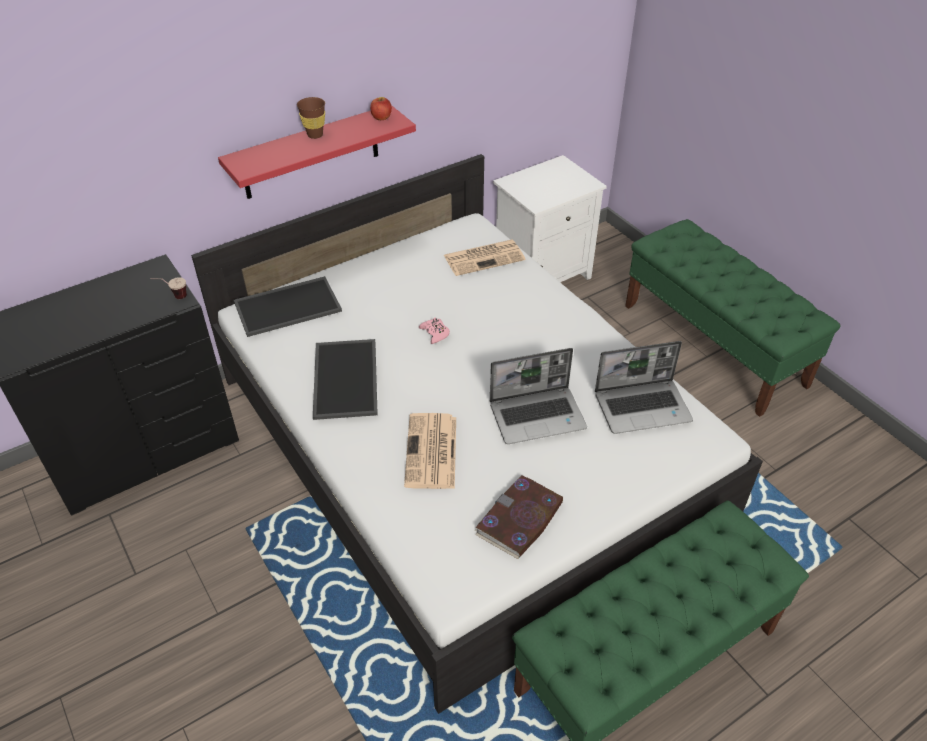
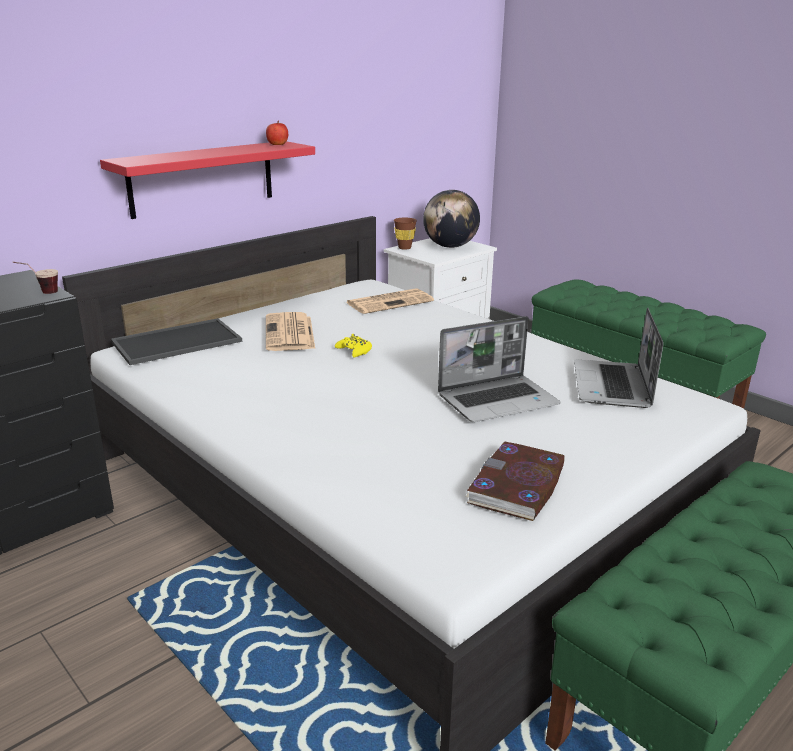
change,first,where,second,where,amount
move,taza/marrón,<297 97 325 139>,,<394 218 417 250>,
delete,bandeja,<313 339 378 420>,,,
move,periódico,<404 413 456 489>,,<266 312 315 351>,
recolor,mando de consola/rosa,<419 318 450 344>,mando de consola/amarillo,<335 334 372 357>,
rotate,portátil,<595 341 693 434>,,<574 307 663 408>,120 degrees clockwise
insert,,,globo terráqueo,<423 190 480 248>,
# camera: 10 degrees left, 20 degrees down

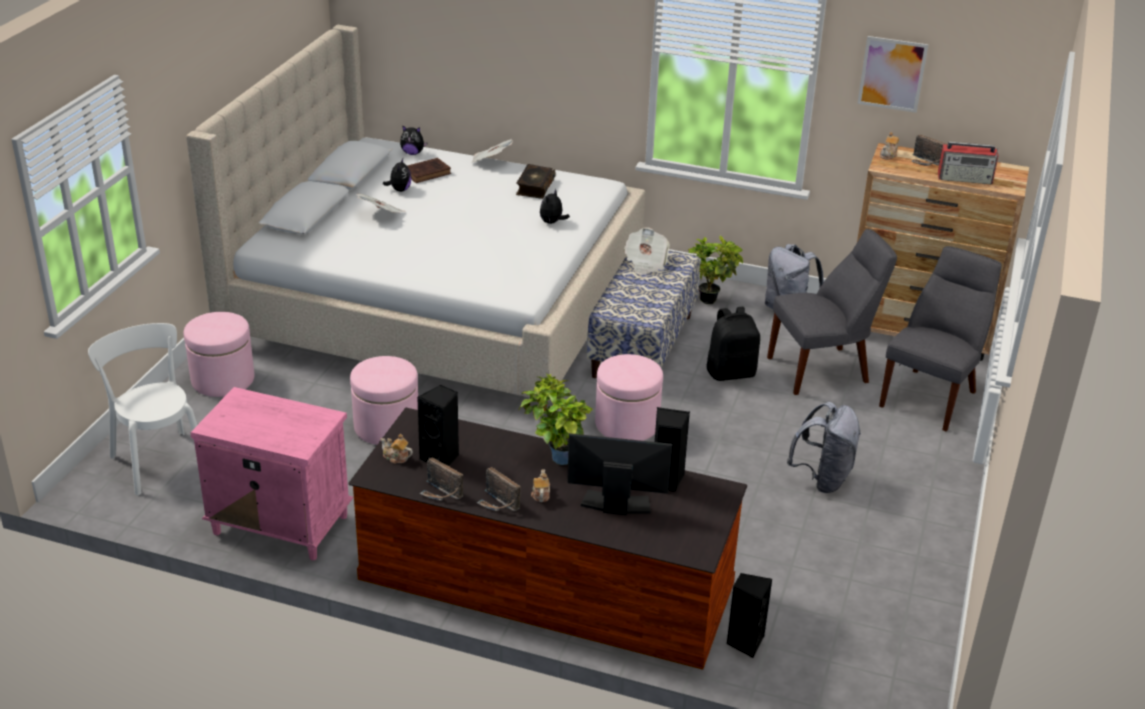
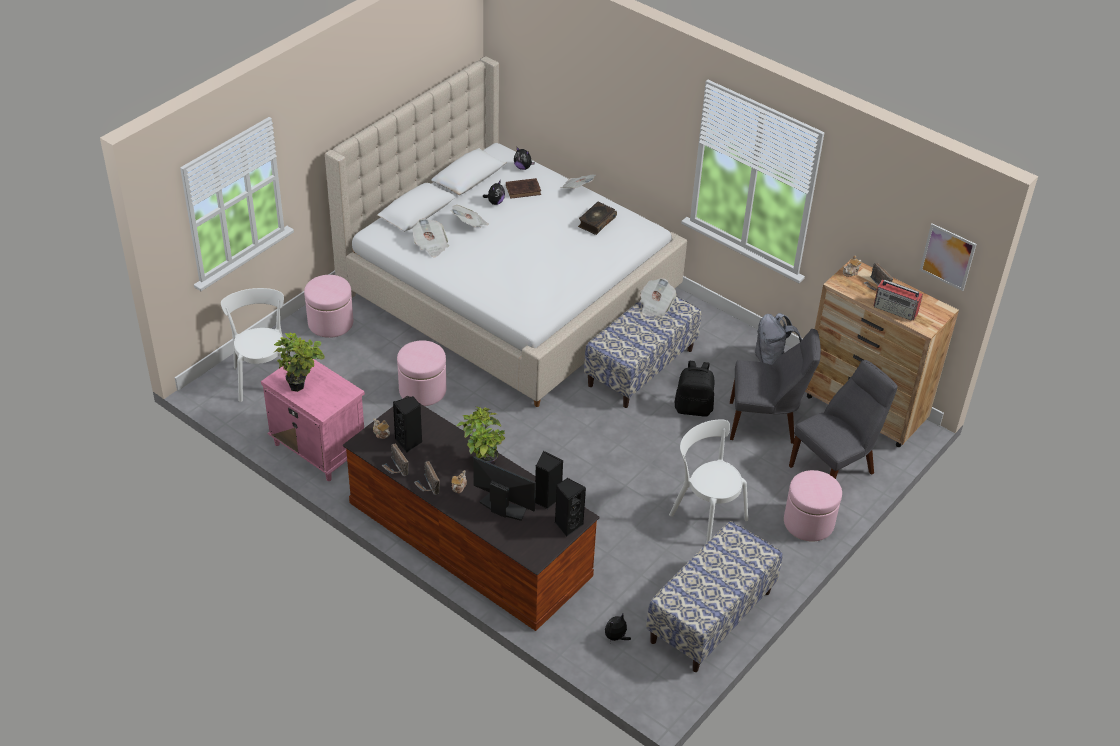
change,first,where,second,where,amount
move,peluche,<540 189 570 224>,,<605 614 631 641>,
move,puf/rosa,<595 354 663 441>,,<784 470 842 541>,
move,planta en maceta,<688 236 743 304>,,<274 333 325 392>,
move,altavoz/negro,<726 573 772 658>,,<555 478 586 537>,
replace,mochila/gris,<787 402 861 493>,silla/blanco,<669 420 748 543>,
move,cuadro,<857 36 928 113>,,<920 224 977 291>,
insert,,,periódico,<412 218 449 257>,
insert,,,banco,<646 521 783 672>,
# camera: 20 degrees right, 10 degrees up

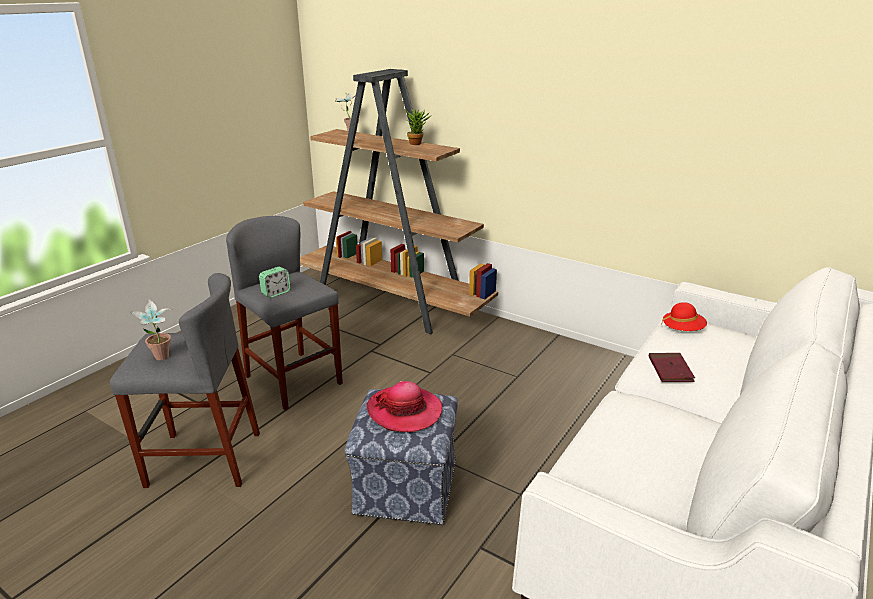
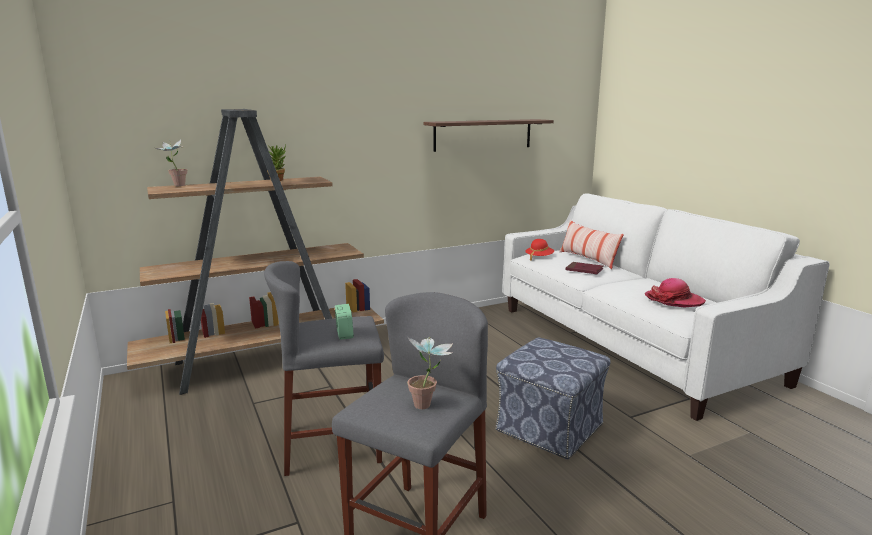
change,first,where,second,where,amount
move,sombrero,<367 381 442 432>,,<645 278 706 308>,
insert,,,estante,<424 119 554 152>,
insert,,,cojín,<559 220 624 269>,
# camera: 60 degrees left, 10 degrees down

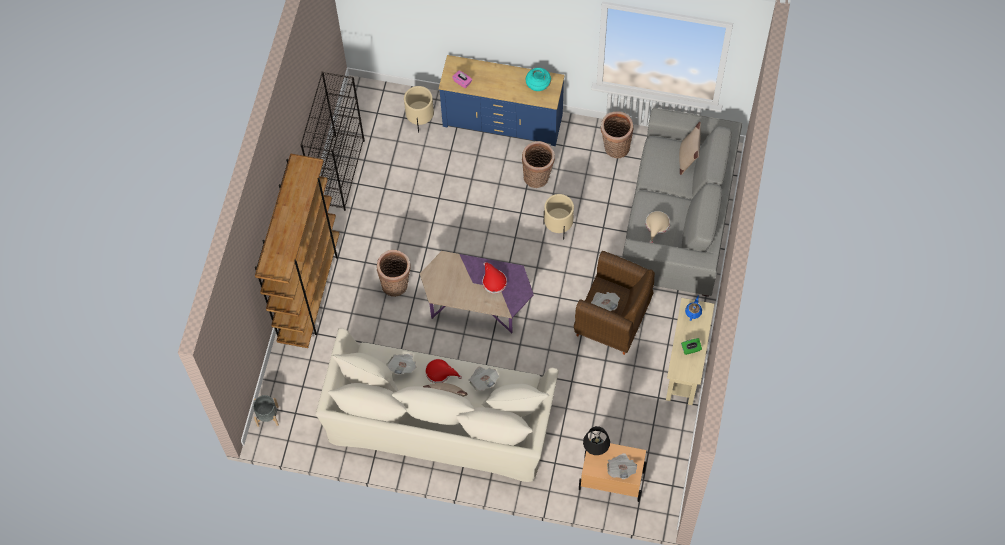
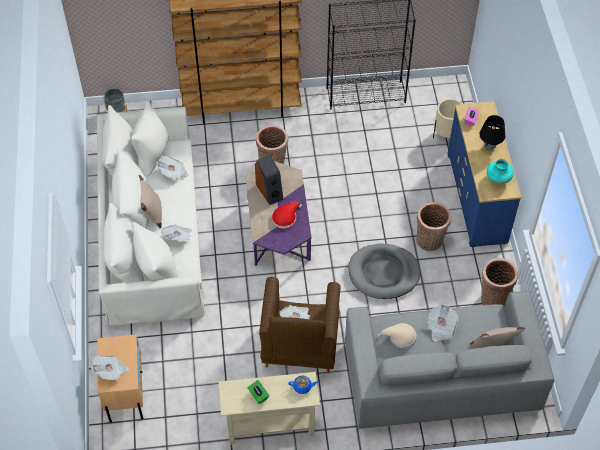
change,first,where,second,where,amount
delete,sombrero/rojo,<425 359 462 383>,,,
replace,maceta/beis,<544 194 574 240>,cama para perro/gris,<348 244 420 299>,
move,lámpara de mesa/negro,<583 426 610 455>,,<480 115 505 150>,
insert,,,altavoz,<255 155 284 205>,
insert,,,periódico,<427 304 459 341>,
# camera: 70 degrees right, 10 degrees down

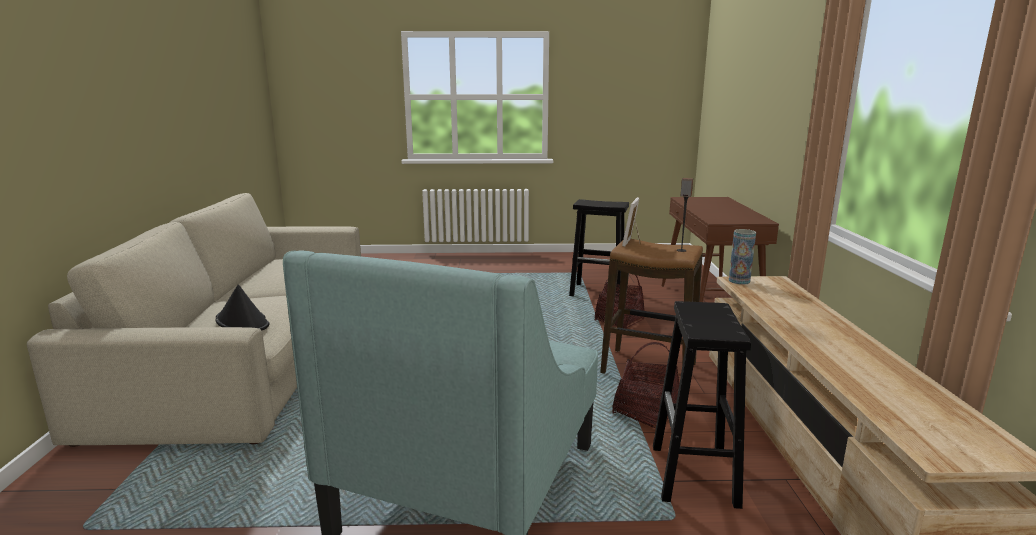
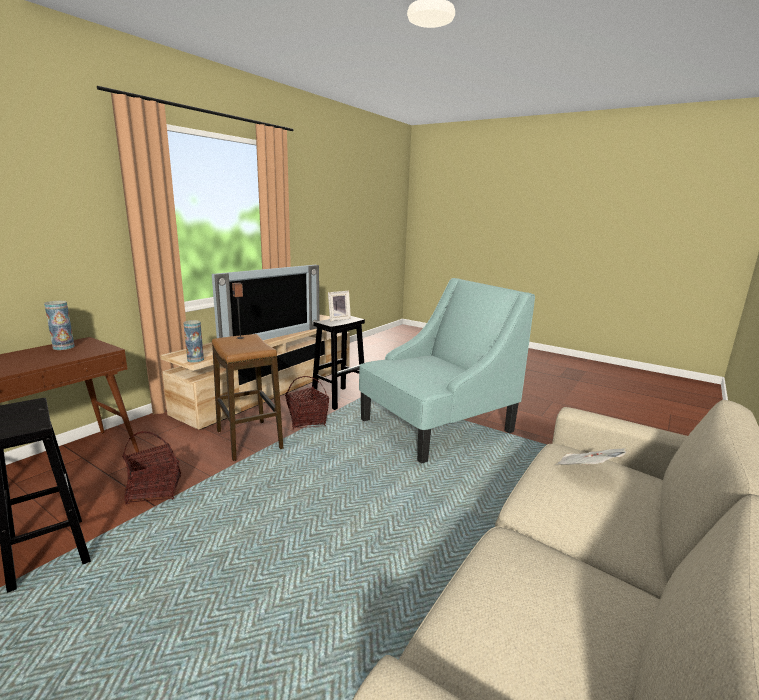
change,first,where,second,where,amount
replace,sombrero/negro,<215 284 270 331>,periódico,<555 448 626 465>,
move,portarretratos,<622 197 641 247>,,<328 291 351 321>,
insert,,,florero,<44 301 75 350>,
insert,,,televisor,<212 265 319 340>,
# camera: 145 degrees left, 0 degrees up

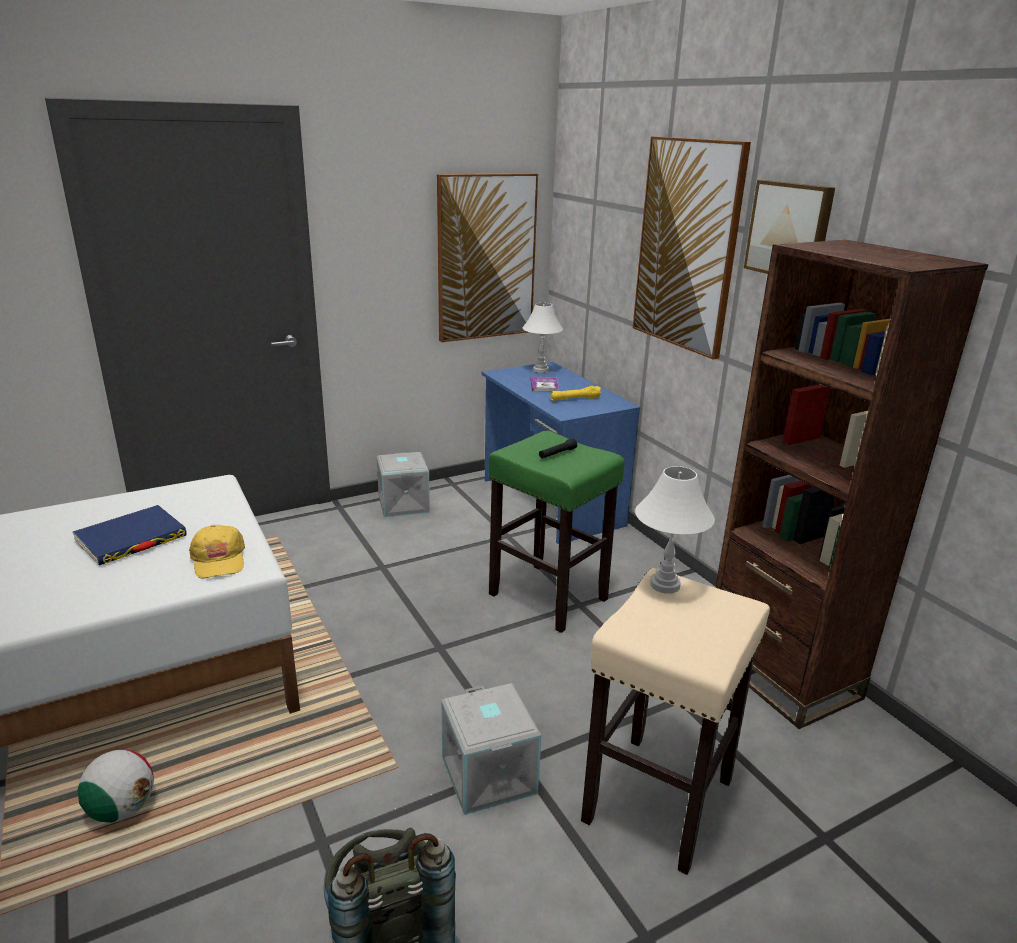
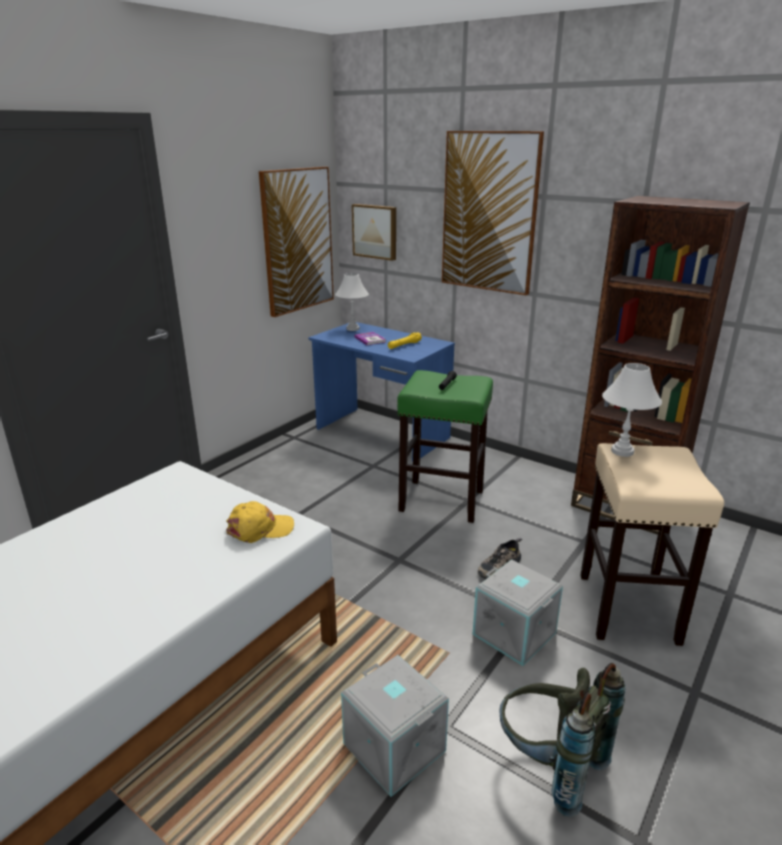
change,first,where,second,where,amount
delete,libro/azul,<73 505 187 566>,,,
delete,balón de fútbol,<78 750 154 823>,,,
rotate,gorra/amarillo,<189 525 245 578>,,<226 501 294 543>,60 degrees counterclockwise
move,caja de almacenaje/gris,<377 452 430 517>,,<341 655 449 797>,
move,cuadro,<744 180 835 274>,,<352 204 396 261>,
insert,,,zapato,<478 538 522 579>,
# camera: 25 degrees left, 0 degrees up

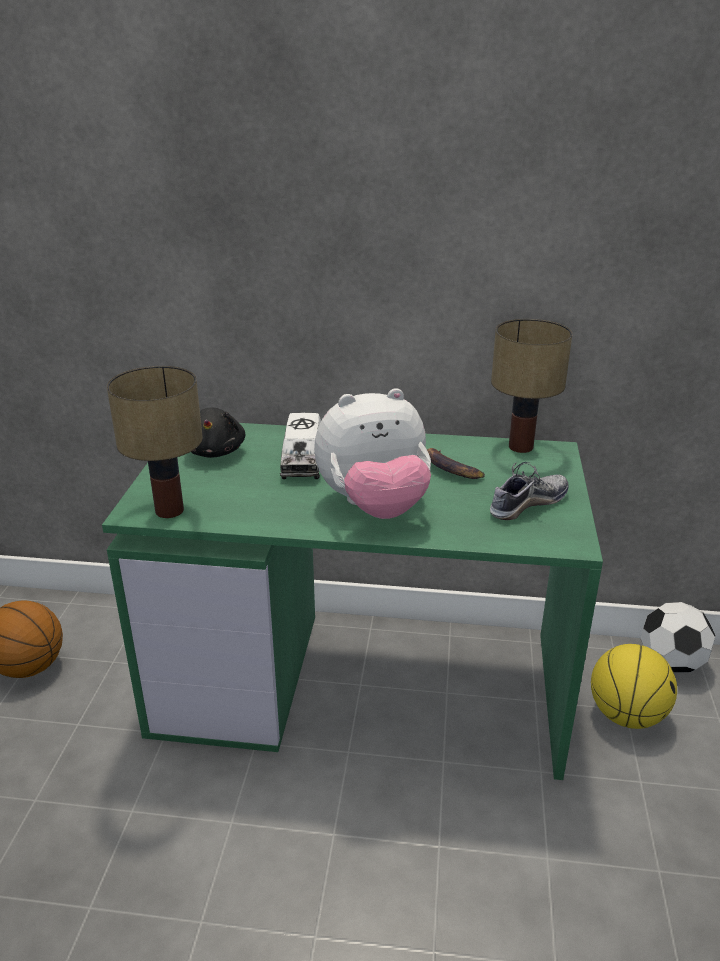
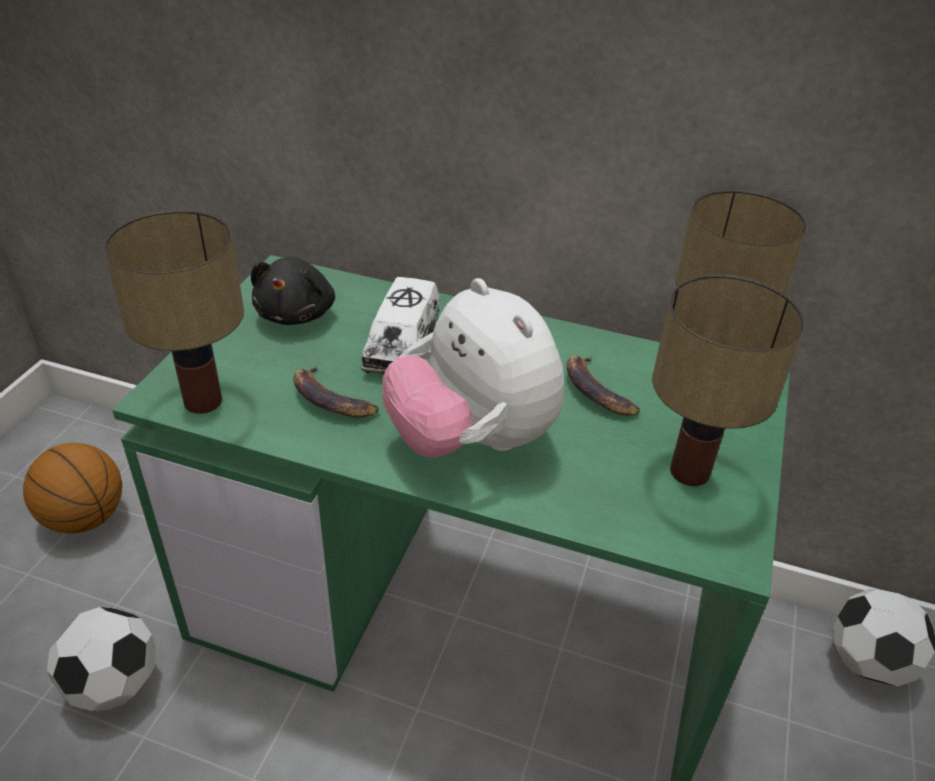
change,first,where,second,where,amount
rotate,peluche,<314 388 431 519>,,<382 278 564 458>,60 degrees clockwise
replace,zapato,<490 462 569 520>,lámpara de mesa,<652 275 805 486>,
delete,balón de baloncesto,<591 644 677 729>,,,
insert,,,balón de fútbol,<47 607 156 711>,
insert,,,plátano,<293 365 379 417>,
# camera: 10 degrees right, 10 degrees up

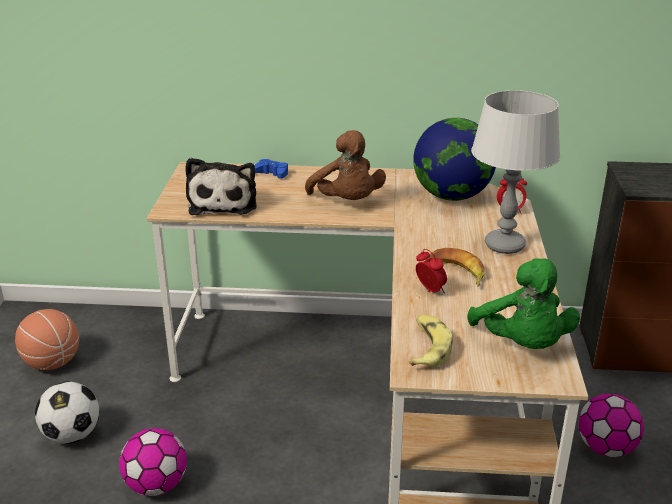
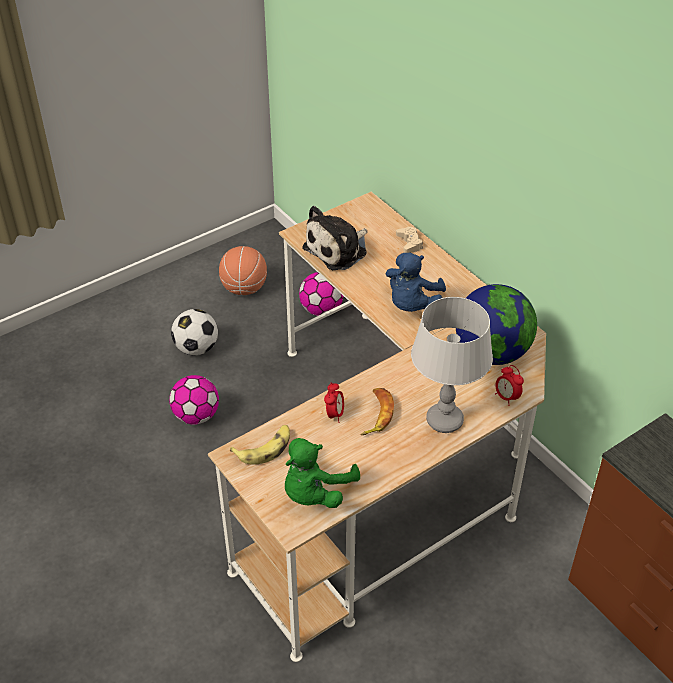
change,first,where,second,where,amount
recolor,mando de consola/azul,<254 159 288 179>,mando de consola/beis,<396 227 423 253>,
recolor,peluche/marrón,<305 130 386 200>,peluche/azul,<386 252 446 312>,
move,balón de fútbol,<578 394 644 457>,,<299 272 343 316>,
# camera: 50 degrees right, 15 degrees up

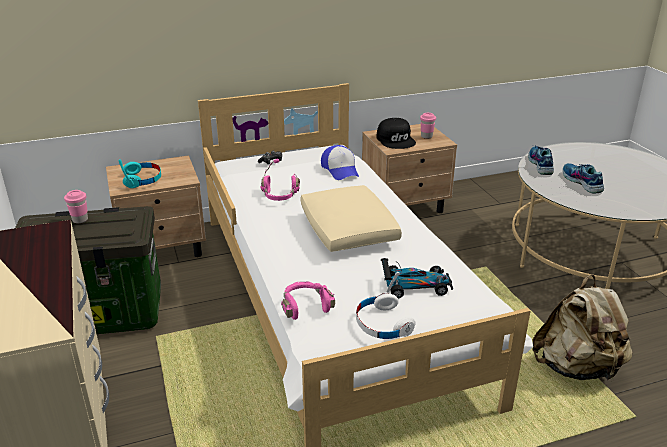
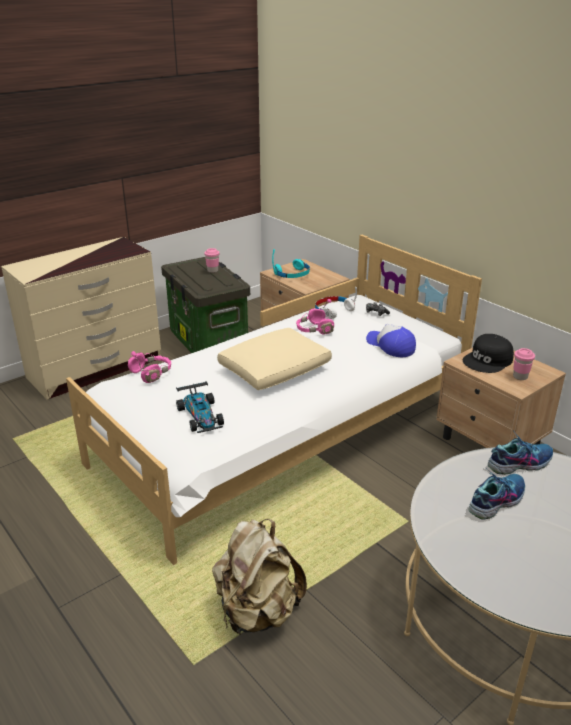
change,first,where,second,where,amount
rotate,gorra,<321 145 359 180>,,<366 324 416 357>,90 degrees clockwise
move,auriculares/blanco,<356 272 416 339>,,<315 287 357 319>,
# camera: 70 degrees right, 0 degrees up

